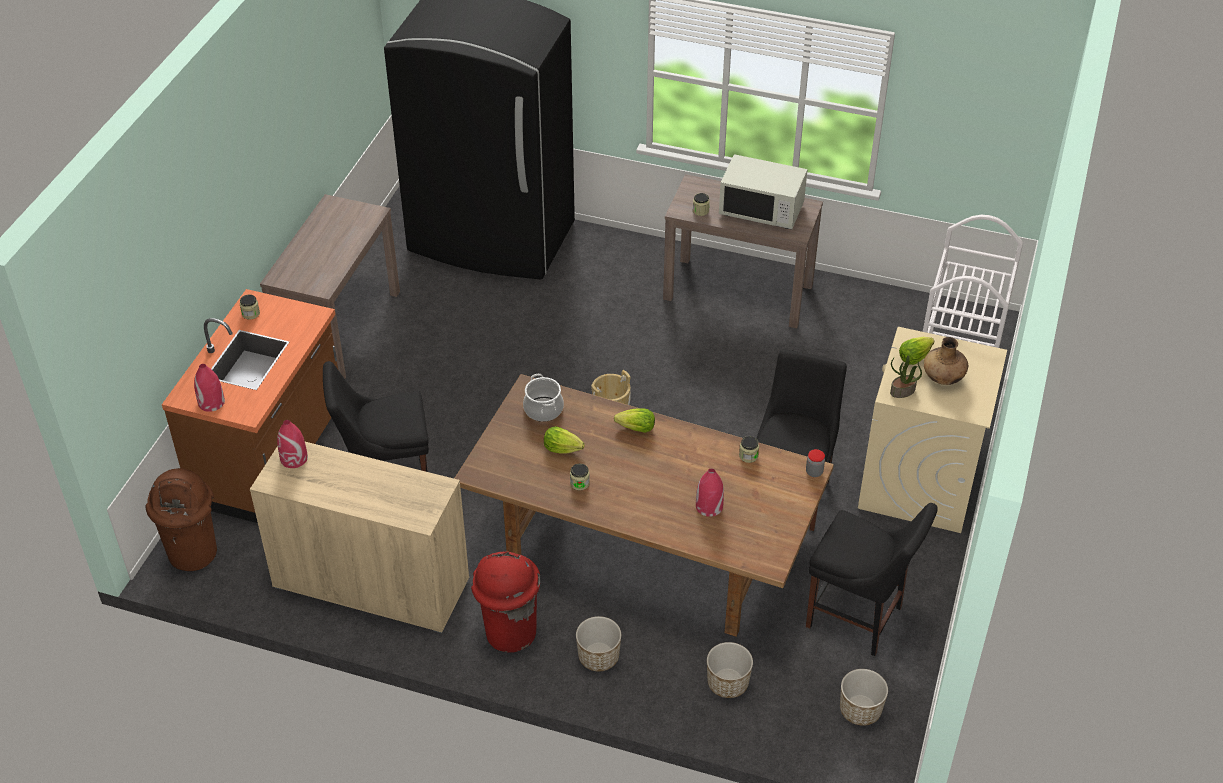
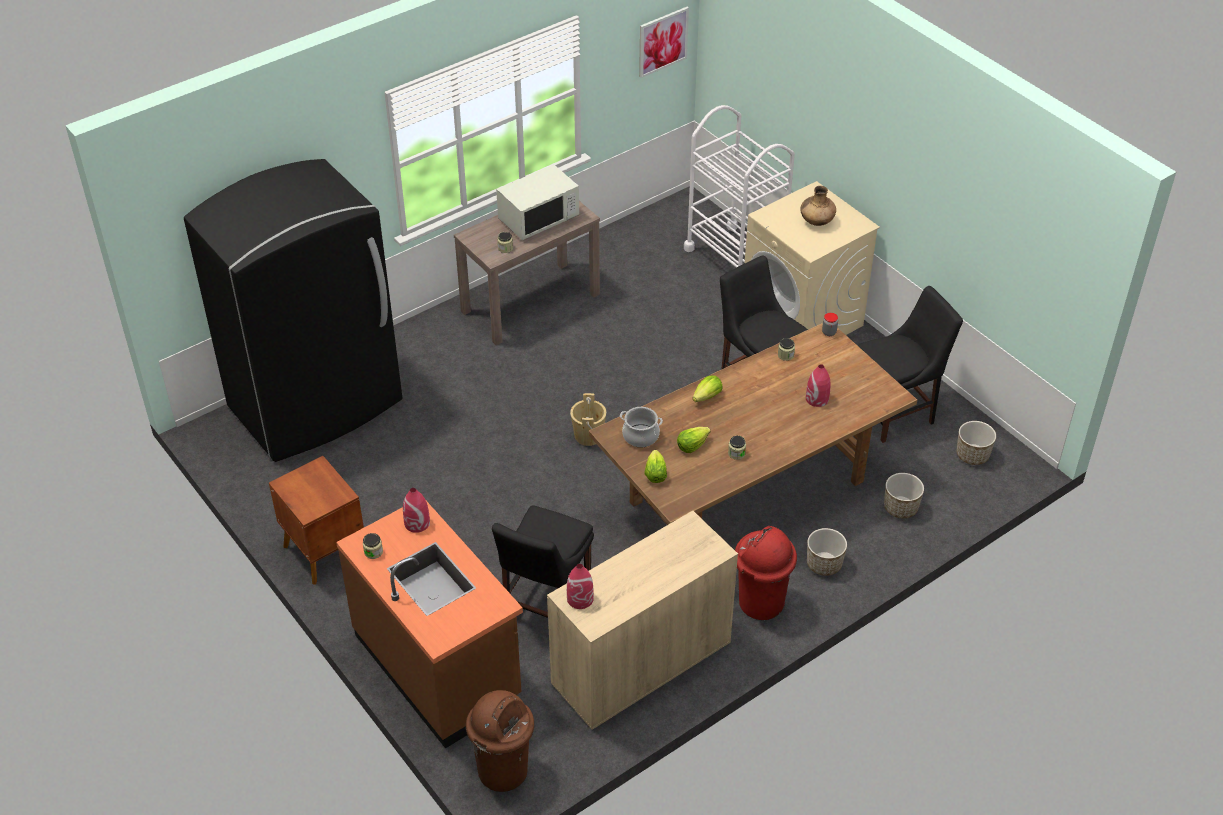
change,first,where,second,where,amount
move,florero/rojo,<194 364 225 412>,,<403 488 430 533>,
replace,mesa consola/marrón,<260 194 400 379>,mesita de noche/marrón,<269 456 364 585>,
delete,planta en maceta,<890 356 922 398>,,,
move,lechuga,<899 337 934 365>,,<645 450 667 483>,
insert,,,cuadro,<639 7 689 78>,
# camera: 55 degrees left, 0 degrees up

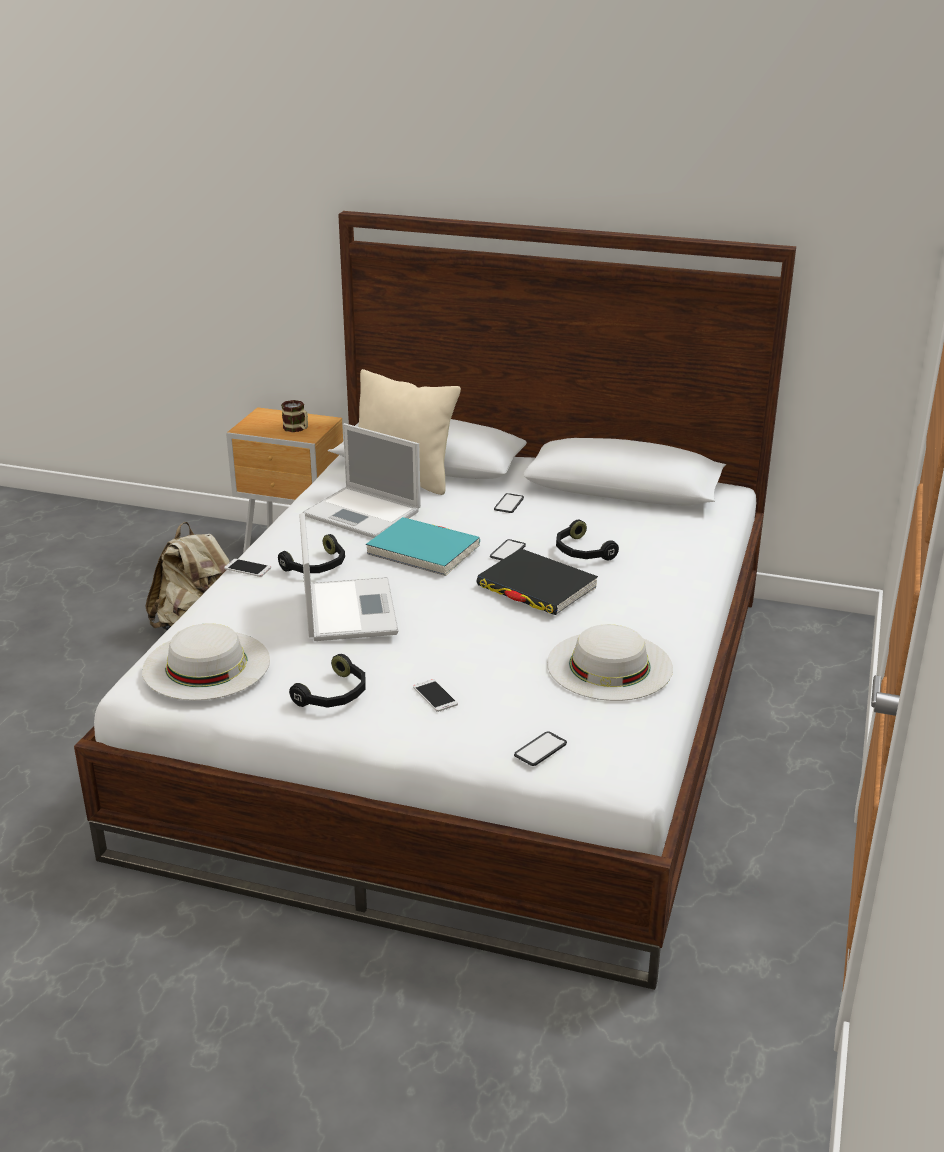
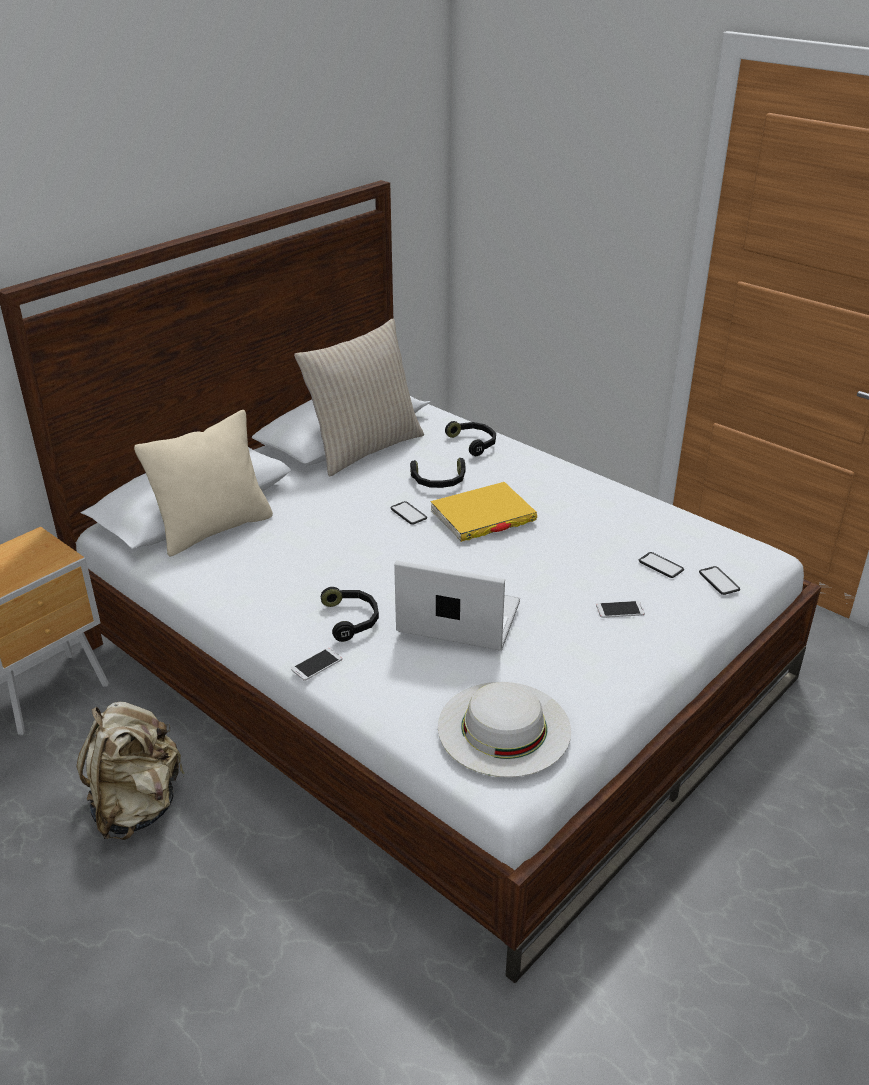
change,first,where,second,where,amount
delete,taza grande,<281 400 308 432>,,,
move,auriculares/negro,<289 654 366 708>,,<445 421 496 456>,
delete,portátil,<302 423 421 538>,,,
delete,libro/turquesa,<366 517 480 576>,,,
recolor,libro/negro,<476 548 598 615>,libro/amarillo,<431 482 537 542>,
move,móvil,<494 493 524 513>,,<639 552 684 578>,
delete,sombrero/blanco,<547 624 673 701>,,,
insert,,,cojín/beis,<294 318 424 476>,
# camera: 65 degrees left, 5 degrees up

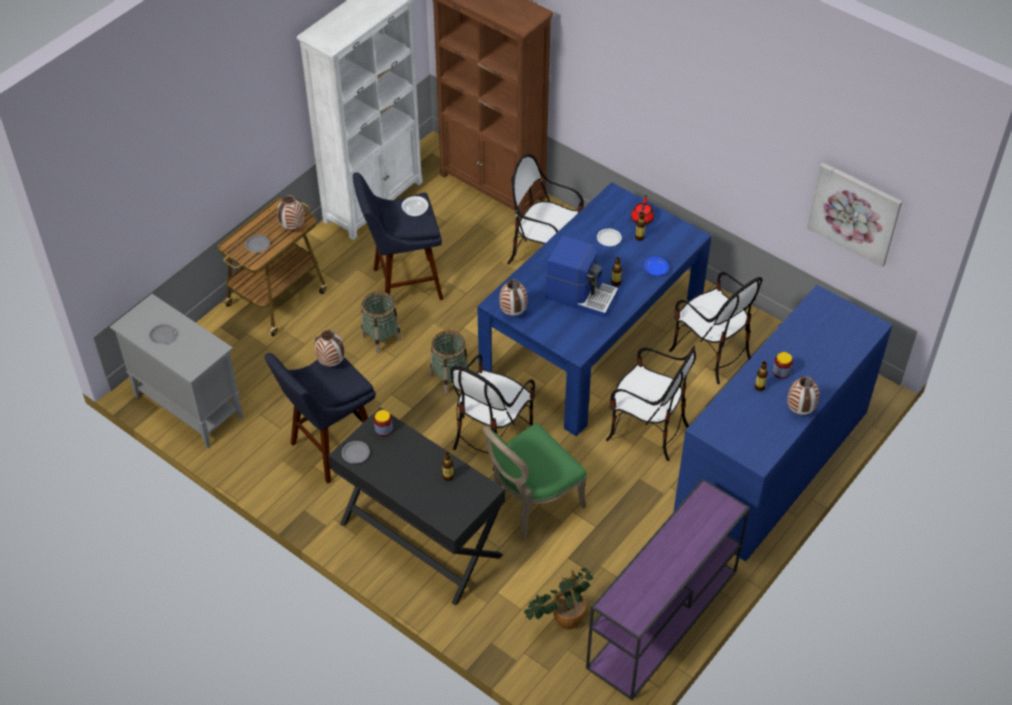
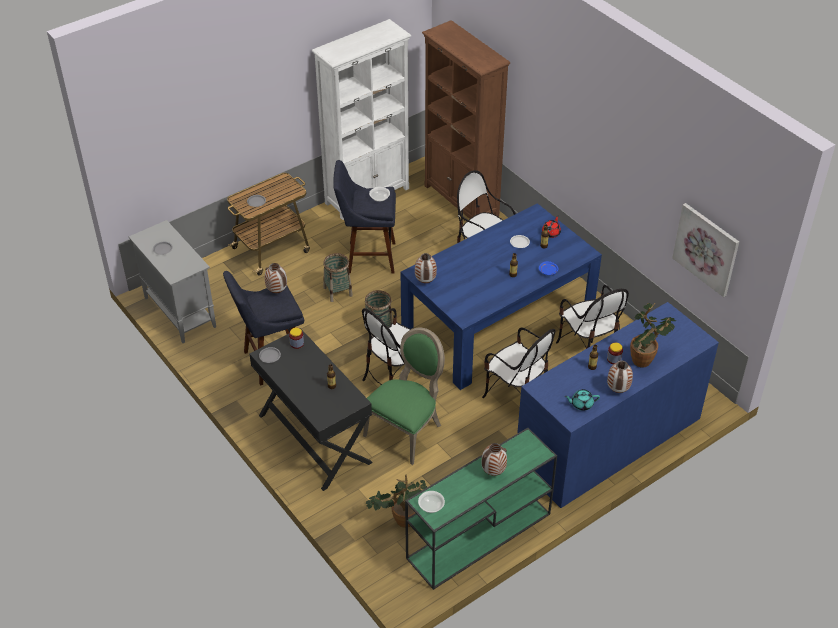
change,first,where,second,where,amount
move,florero,<277 195 304 230>,,<482 443 507 476>,
rotate,silla/verde,<482 423 587 540>,,<363 328 445 465>,150 degrees clockwise
delete,cafetera,<546 236 619 318>,,,
recolor,mesa consola/morado,<586 479 750 700>,mesa consola/verde,<405 428 557 590>,
insert,,,cuenco,<418 491 445 513>,
insert,,,tetera/turquesa,<565 389 600 411>,
insert,,,planta en maceta,<630 303 676 367>,
# camera: 15 degrees right, 5 degrees down

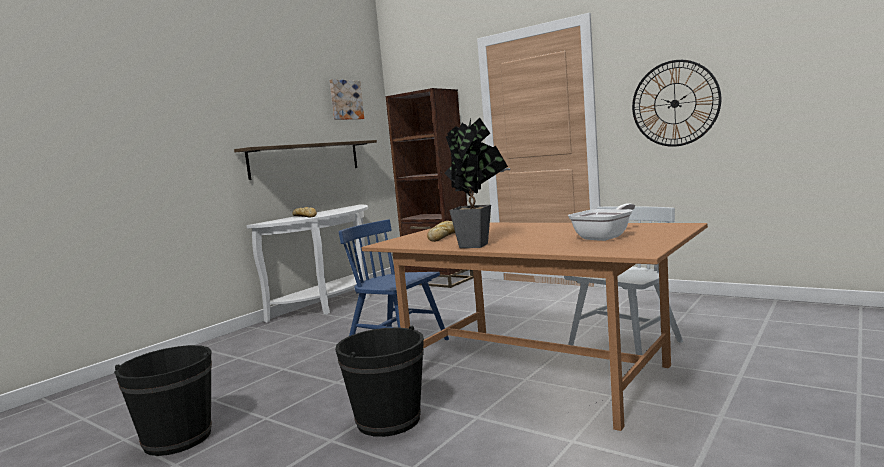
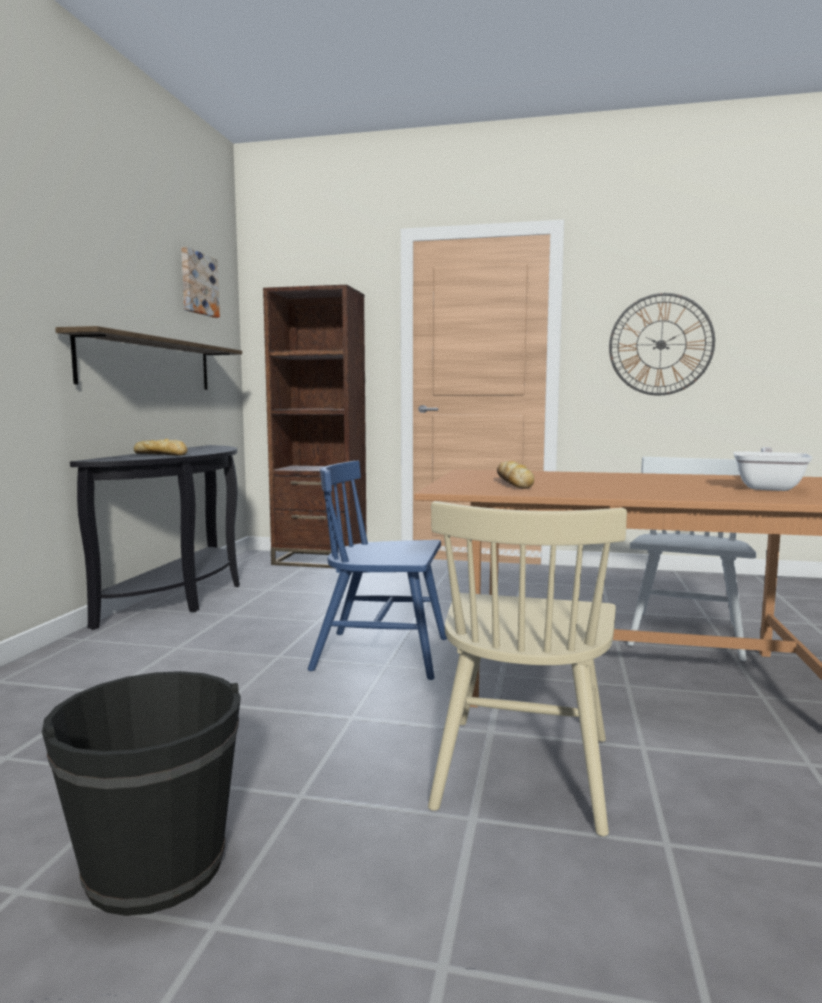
change,first,where,second,where,amount
recolor,mesa consola/blanco,<246 205 370 323>,mesa consola/negro,<70 445 240 630>,
replace,cubo/negro,<335 326 424 437>,silla/beis,<428 501 627 836>,
delete,planta en maceta,<444 118 508 248>,,,
# camera: 25 degrees left, 0 degrees up

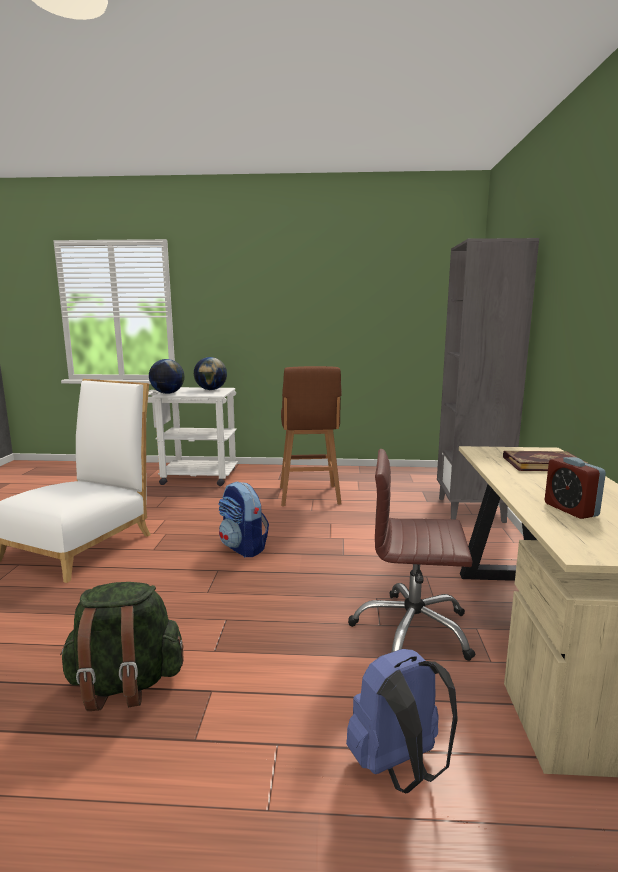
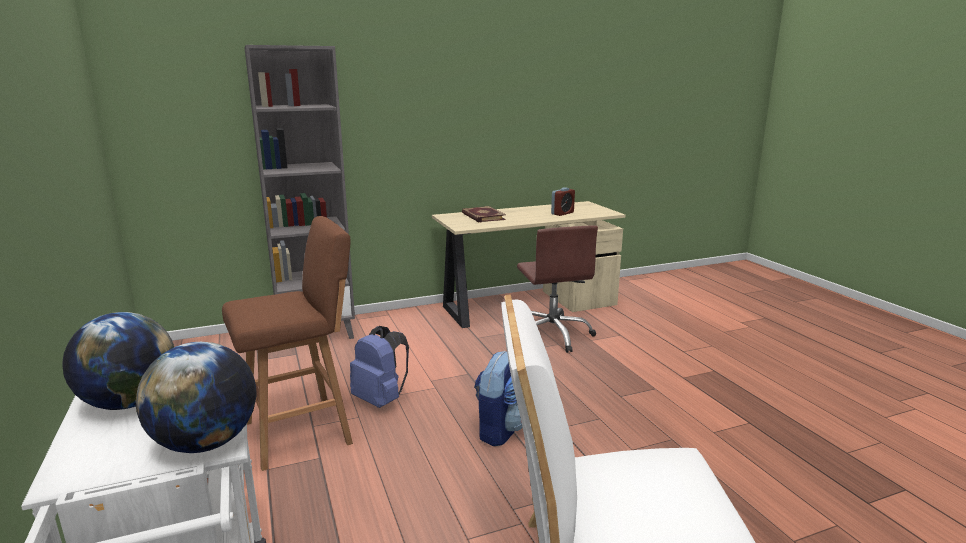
change,first,where,second,where,amount
delete,mochila/verde,<60 582 184 711>,,,
move,mochila/azul,<346 649 458 793>,,<350 326 409 408>,
# camera: 115 degrees left, 5 degrees up

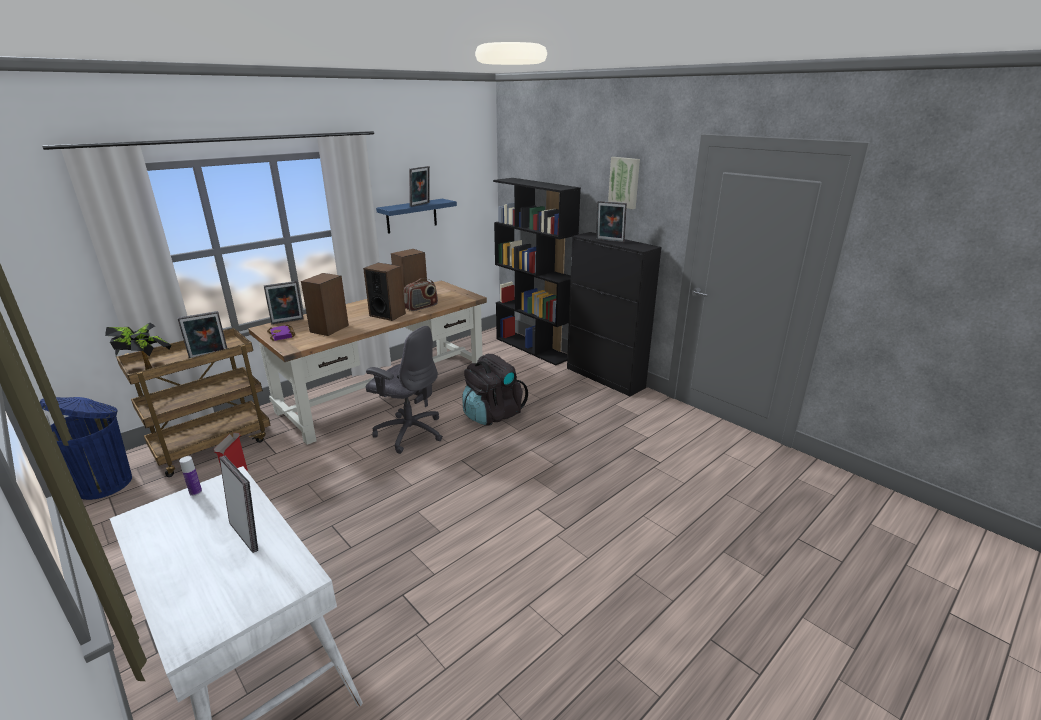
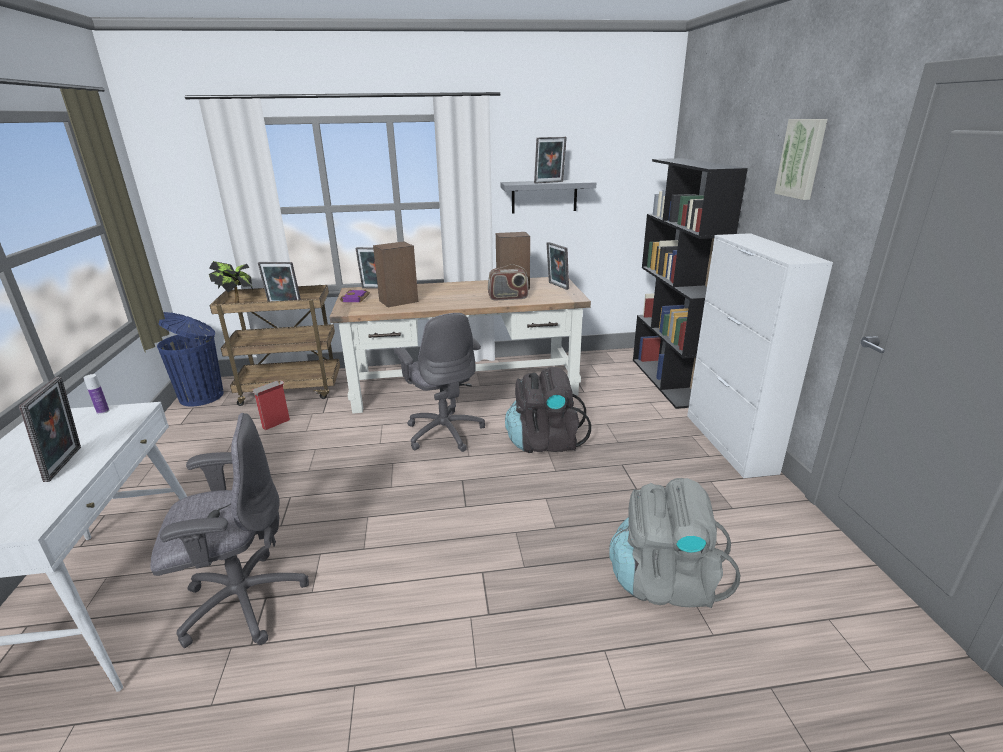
change,first,where,second,where,amount
delete,altavoz,<363 263 406 321>,,,
recolor,estante/azul,<376 199 457 234>,estante/gris,<500 179 596 213>,
recolor,armario/negro,<567 232 662 396>,armario/blanco,<687 233 833 478>,
move,portarretratos,<596 201 627 243>,,<546 242 569 290>,
insert,,,silla de oficina/gris,<150 413 309 648>,
insert,,,mochila/gris,<609 478 741 608>,
# camera: 35 degrees right, 0 degrees up

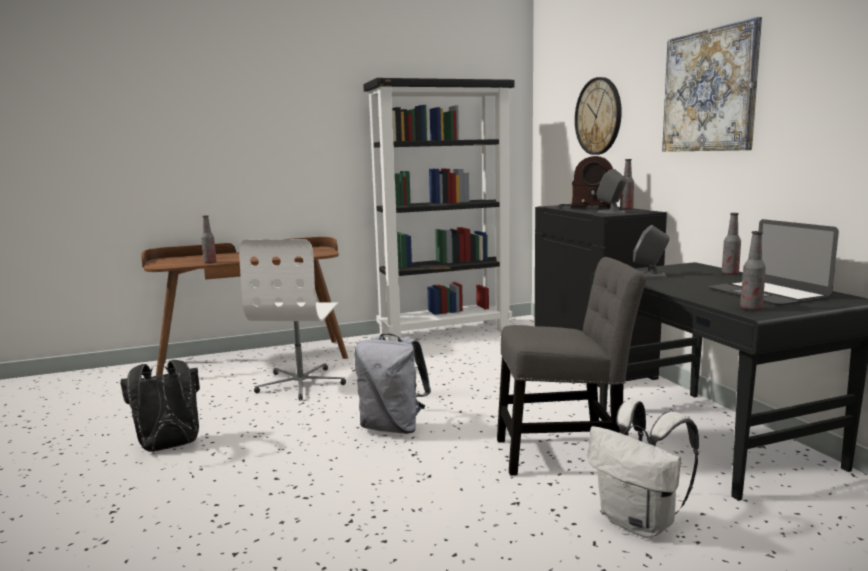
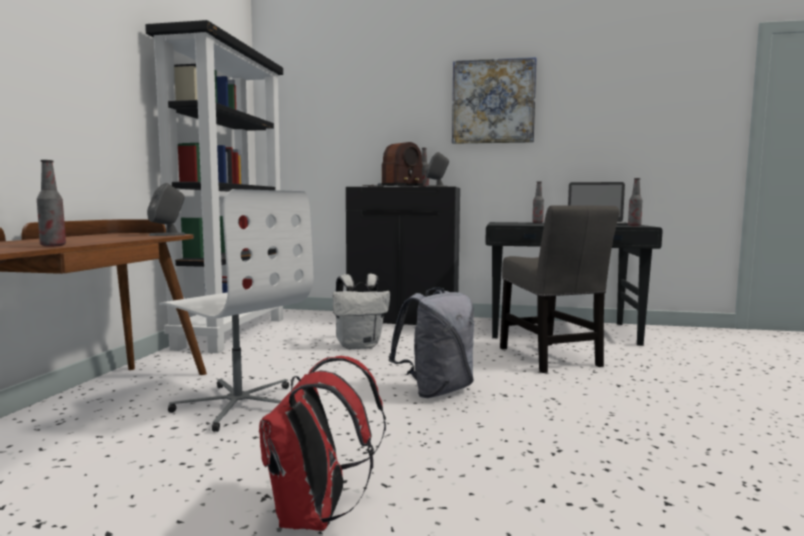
change,first,where,second,where,amount
recolor,mochila/negro,<120 360 200 452>,mochila/rojo,<259 356 386 531>,
rotate,silla/gris,<497 257 646 476>,,<500 205 620 373>,135 degrees clockwise
delete,reloj de pared,<575 77 622 155>,,,
move,mochila/blanco,<588 400 699 538>,,<333 274 390 349>,
move,altavoz/gris,<633 225 669 278>,,<147 183 186 236>,
# camera: 60 degrees left, 5 degrees down

